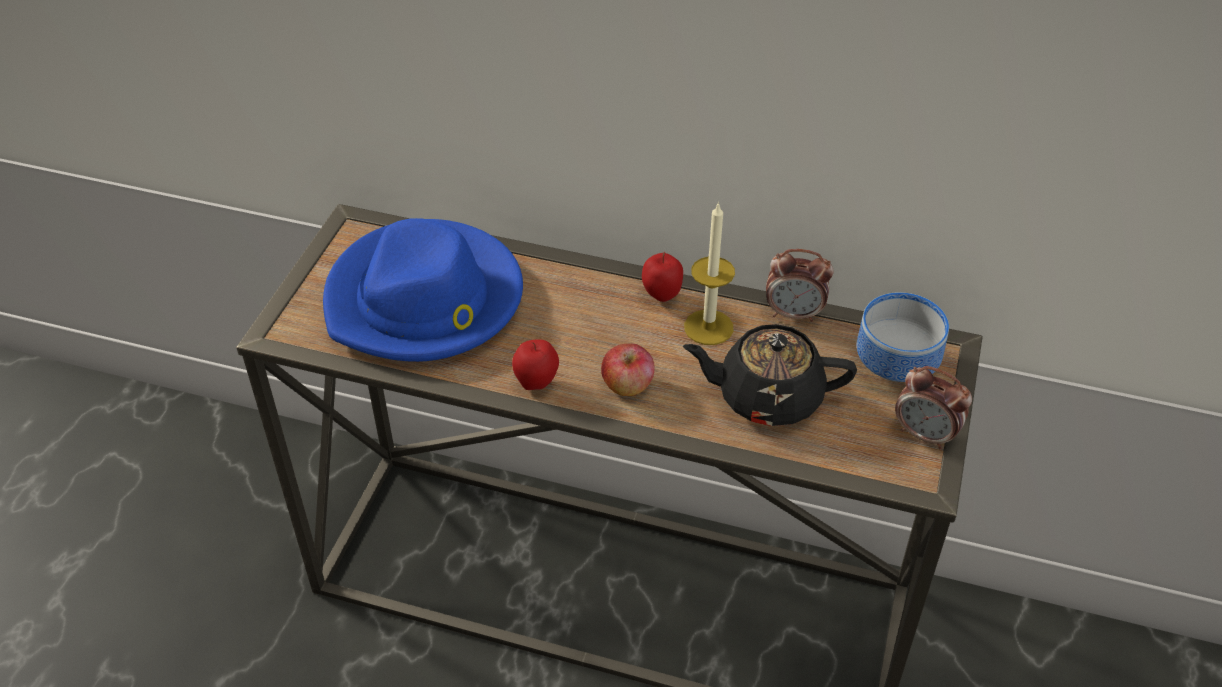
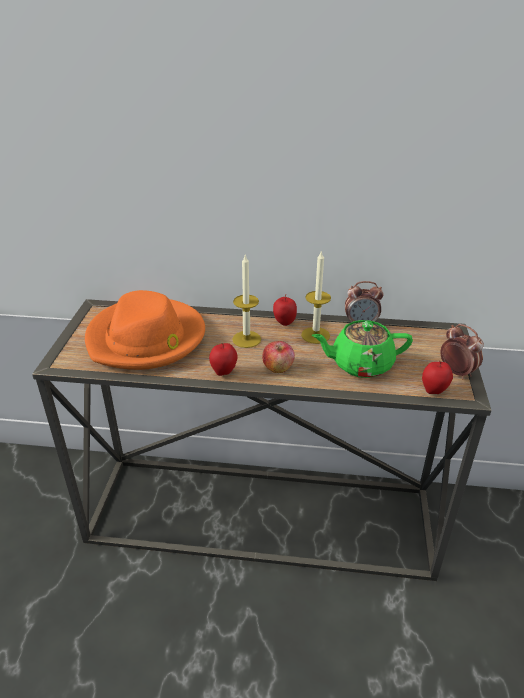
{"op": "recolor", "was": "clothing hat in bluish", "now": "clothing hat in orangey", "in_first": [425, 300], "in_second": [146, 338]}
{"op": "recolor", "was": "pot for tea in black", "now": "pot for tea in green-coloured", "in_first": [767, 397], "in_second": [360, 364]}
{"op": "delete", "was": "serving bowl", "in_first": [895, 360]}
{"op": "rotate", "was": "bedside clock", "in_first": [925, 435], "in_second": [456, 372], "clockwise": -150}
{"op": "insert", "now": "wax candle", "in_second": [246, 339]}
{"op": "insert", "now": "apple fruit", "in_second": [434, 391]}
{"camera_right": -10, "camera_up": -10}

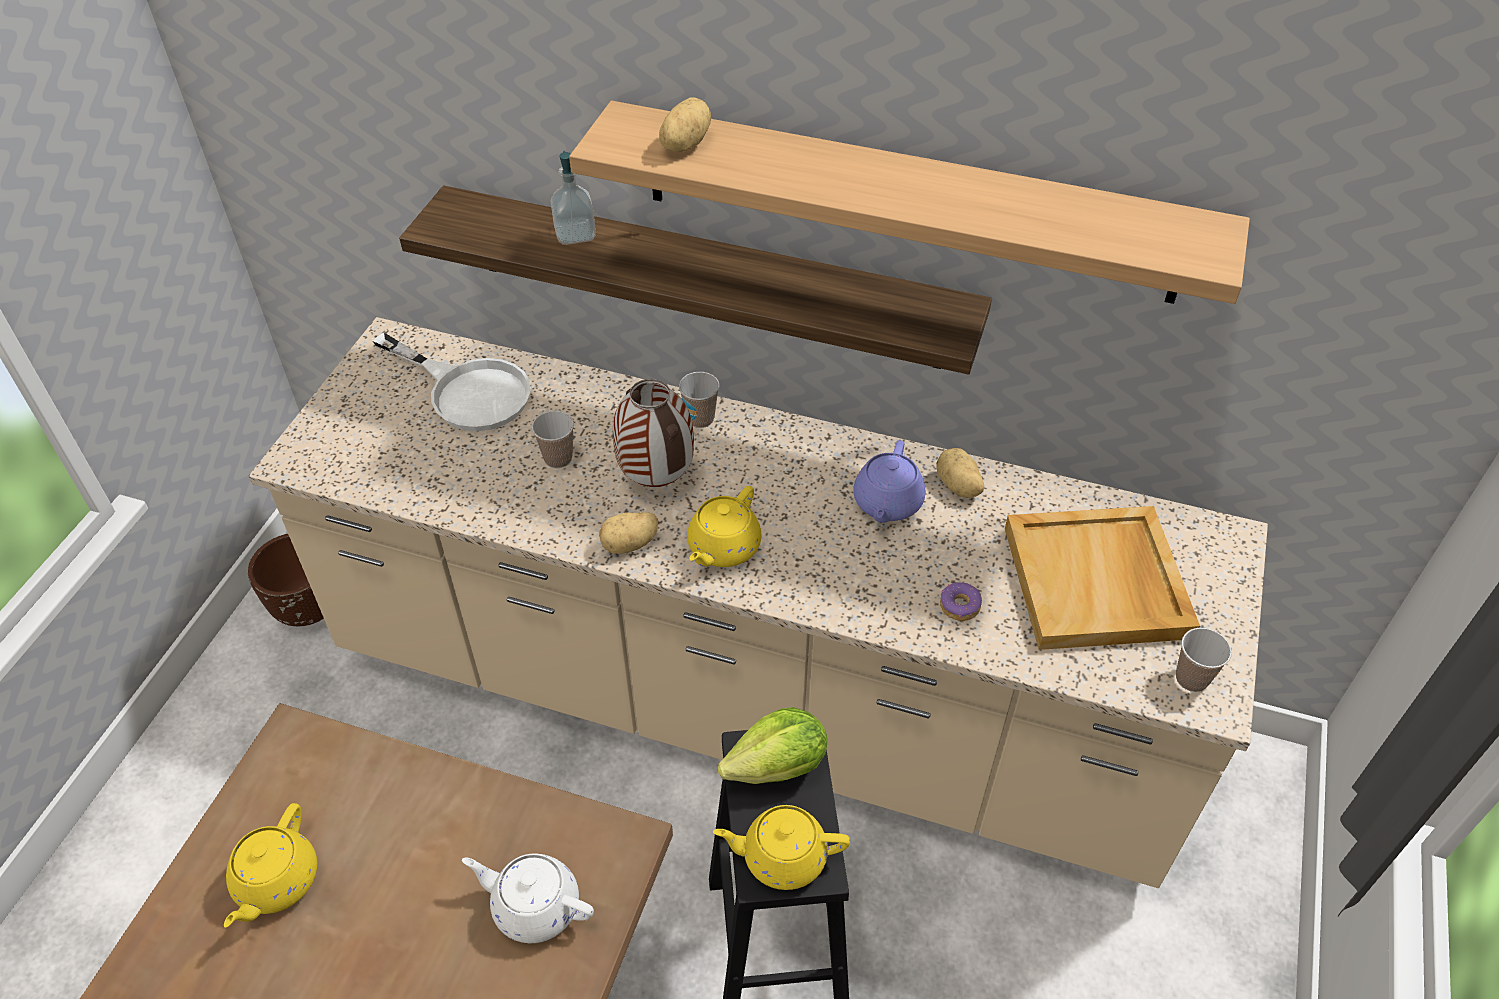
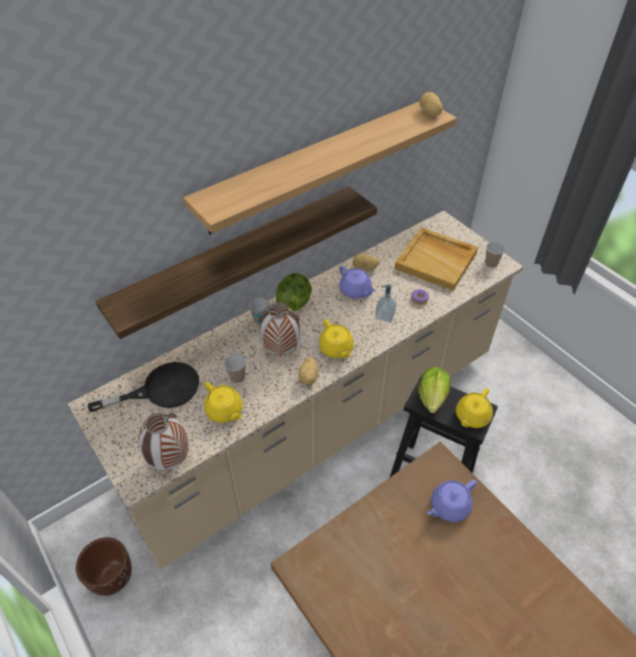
{"op": "move", "was": "pot for tea in yellowish", "in_first": [276, 882], "in_second": [225, 411]}
{"op": "recolor", "was": "frying pan in white-coloured", "now": "frying pan in black", "in_first": [468, 391], "in_second": [161, 390]}
{"op": "recolor", "was": "pot for tea in white-coloured", "now": "pot for tea in purplish", "in_first": [534, 906], "in_second": [449, 506]}
{"op": "move", "was": "liquid soap bottle", "in_first": [575, 234], "in_second": [385, 316]}
{"op": "move", "was": "whole potato", "in_first": [683, 144], "in_second": [429, 113]}
{"op": "insert", "now": "decorative vase", "in_second": [170, 461]}
{"op": "insert", "now": "head of lettuce", "in_second": [294, 302]}
{"camera_right": -55, "camera_up": 0}

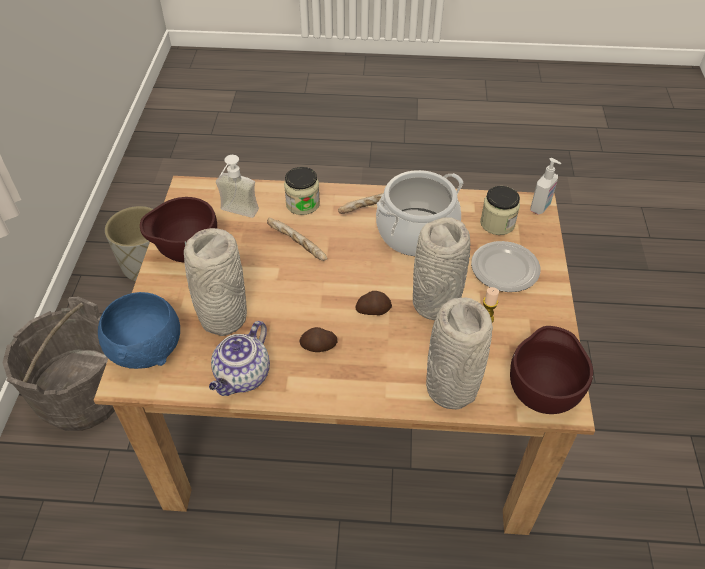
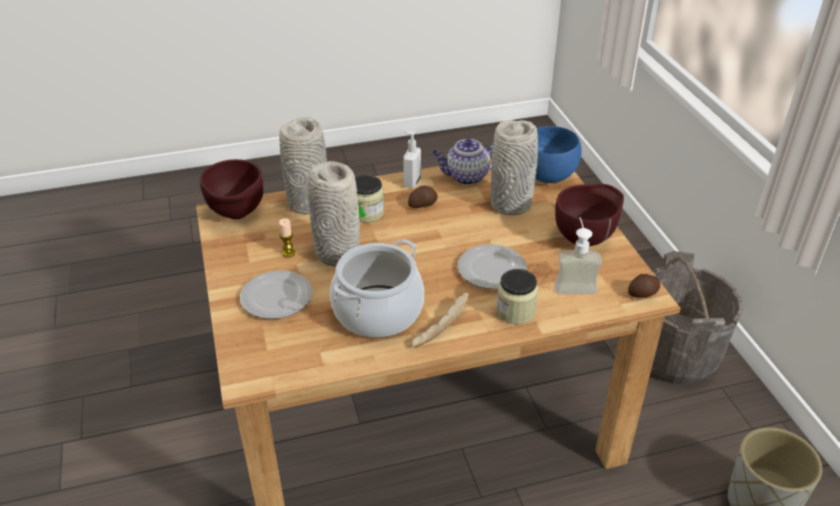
{"op": "rotate", "was": "pot for tea", "in_first": [243, 377], "in_second": [466, 177], "clockwise": -105}
{"op": "replace", "was": "bread", "now": "plate", "in_first": [296, 245], "in_second": [492, 270]}
{"op": "move", "was": "whole potato", "in_first": [373, 309], "in_second": [643, 294]}
{"op": "move", "was": "storage jar", "in_first": [497, 223], "in_second": [367, 213]}
{"op": "move", "was": "liquid soap bottle", "in_first": [540, 207], "in_second": [411, 182]}
{"camera_right": 160, "camera_up": -10}

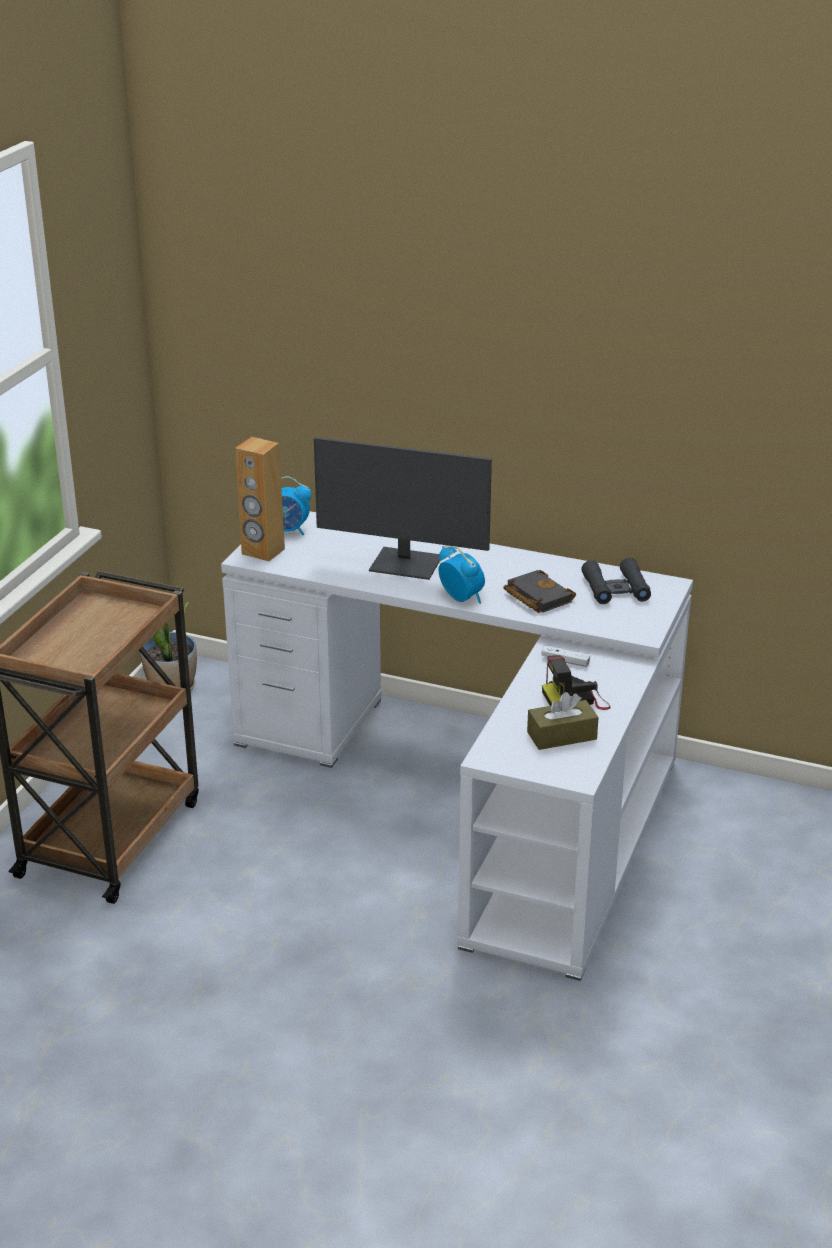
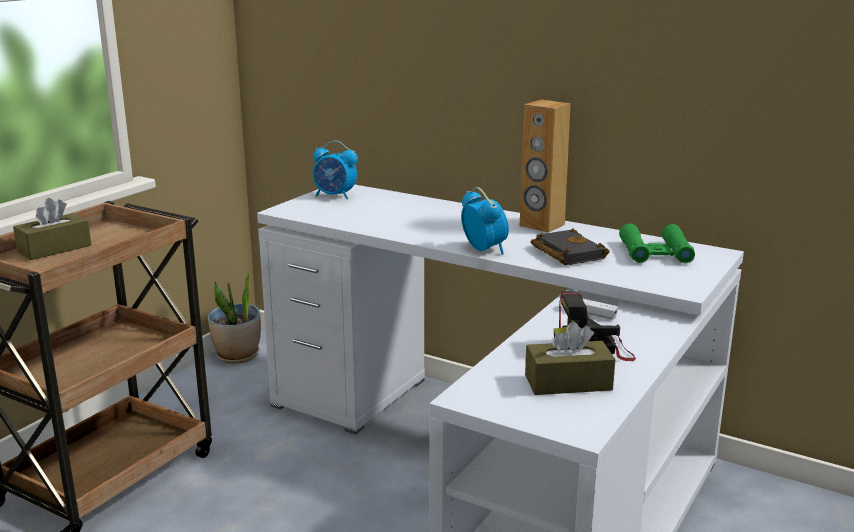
{"op": "move", "was": "audio speaker in brownish", "in_first": [262, 551], "in_second": [541, 225]}
{"op": "delete", "was": "computer screen", "in_first": [405, 565]}
{"op": "recolor", "was": "binoculars in black", "now": "binoculars in green-coloured", "in_first": [615, 589], "in_second": [655, 252]}
{"op": "insert", "now": "tissue box in brownish", "in_second": [54, 248]}
{"camera_right": 10, "camera_up": -10}

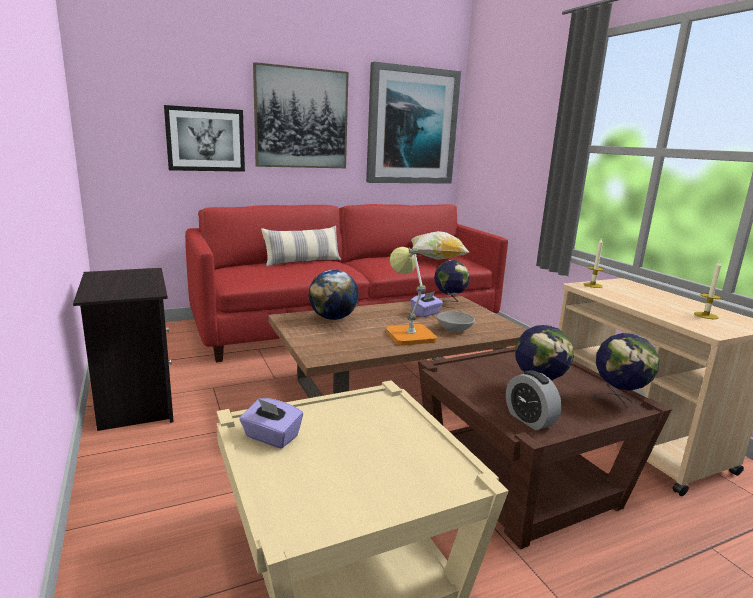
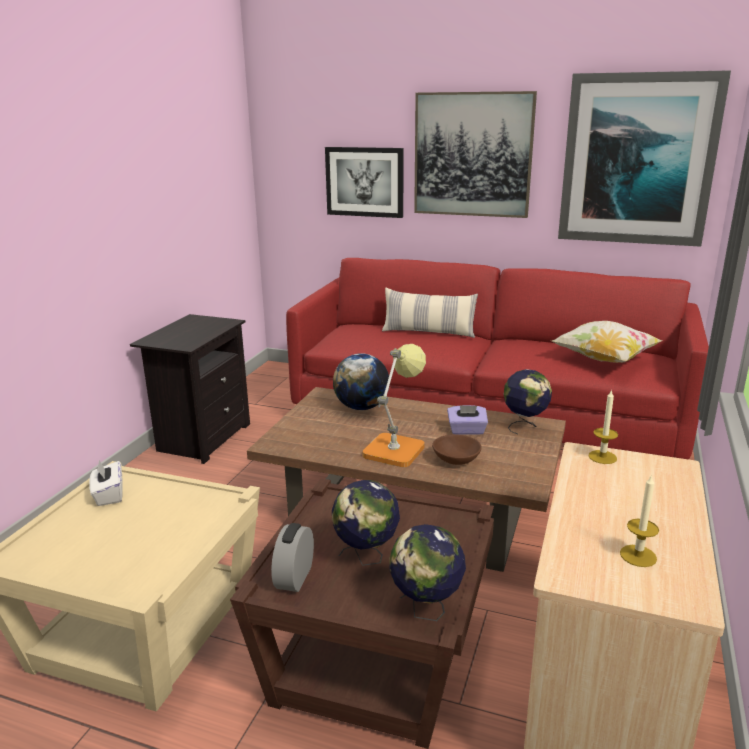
{"op": "recolor", "was": "tissue box in purplish", "now": "tissue box in white-coloured", "in_first": [271, 437], "in_second": [109, 495]}
{"op": "recolor", "was": "serving bowl in greyish", "now": "serving bowl in brownish", "in_first": [454, 329], "in_second": [456, 460]}
{"camera_right": 45, "camera_up": 5}

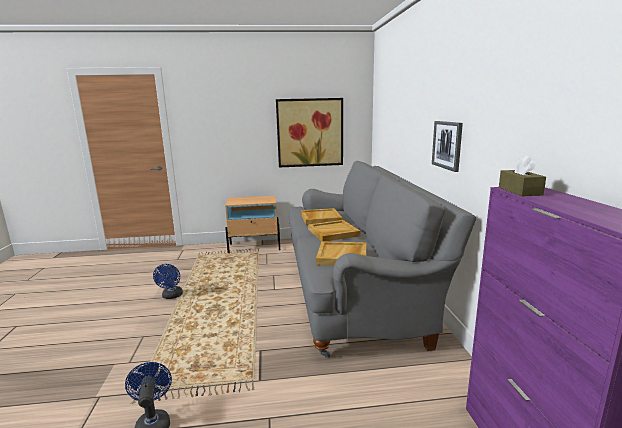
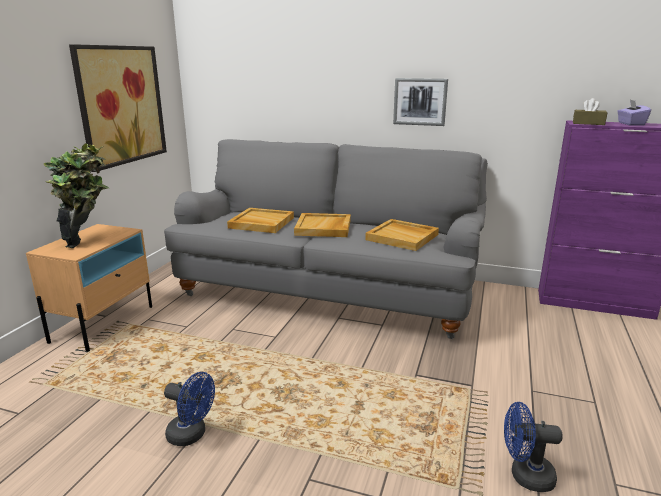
{"op": "insert", "now": "houseplant", "in_second": [87, 241]}
{"op": "insert", "now": "tissue box in purplish", "in_second": [630, 124]}
{"camera_right": -65, "camera_up": 5}

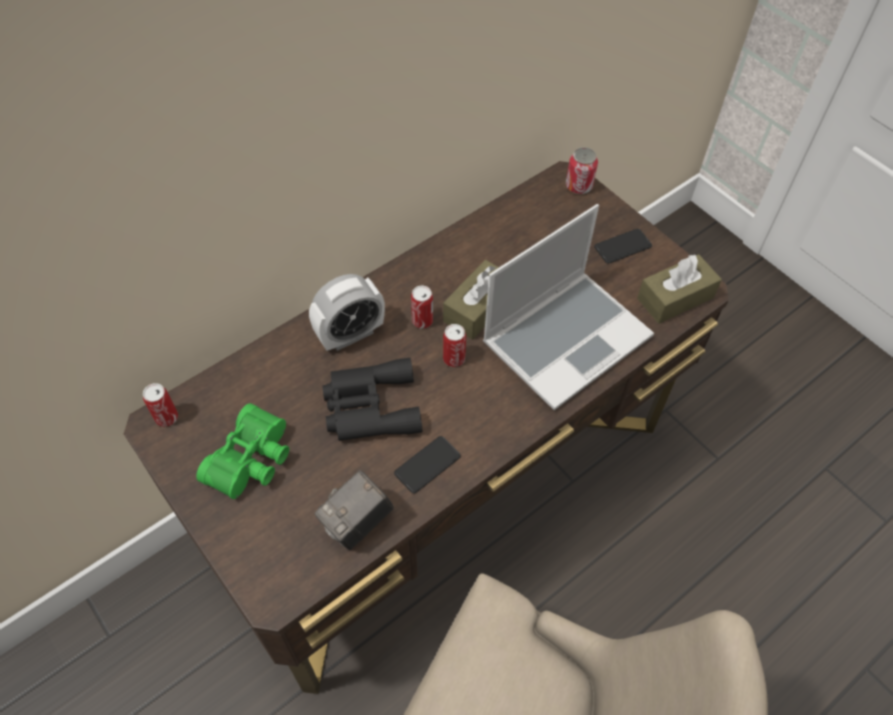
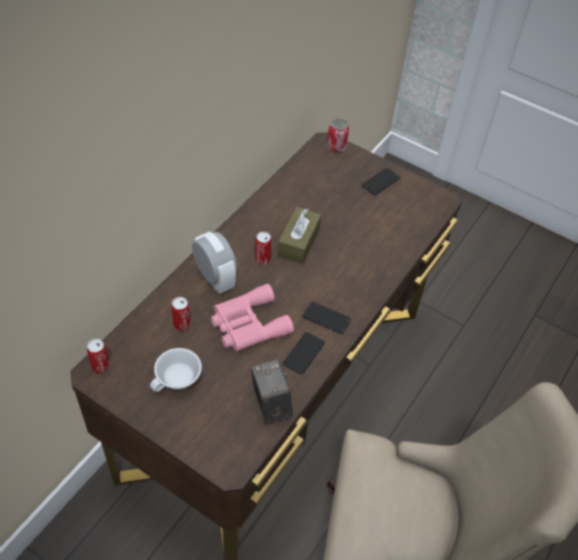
{"op": "replace", "was": "binoculars in green-coloured", "now": "drinking cup in white-coloured", "in_first": [253, 460], "in_second": [178, 380]}
{"op": "rotate", "was": "bedside clock", "in_first": [350, 334], "in_second": [215, 279], "clockwise": -75}
{"op": "rotate", "was": "still camera", "in_first": [357, 524], "in_second": [271, 403], "clockwise": 135}
{"op": "recolor", "was": "binoculars in black", "now": "binoculars in pinkish", "in_first": [369, 406], "in_second": [247, 324]}
{"op": "move", "was": "can", "in_first": [454, 359], "in_second": [182, 324]}
{"op": "delete", "was": "portable computer", "in_first": [566, 338]}
{"op": "delete", "was": "tissue box in brownish", "in_first": [675, 298]}
{"op": "insert", "now": "handset", "in_second": [326, 318]}
{"camera_right": -20, "camera_up": -5}

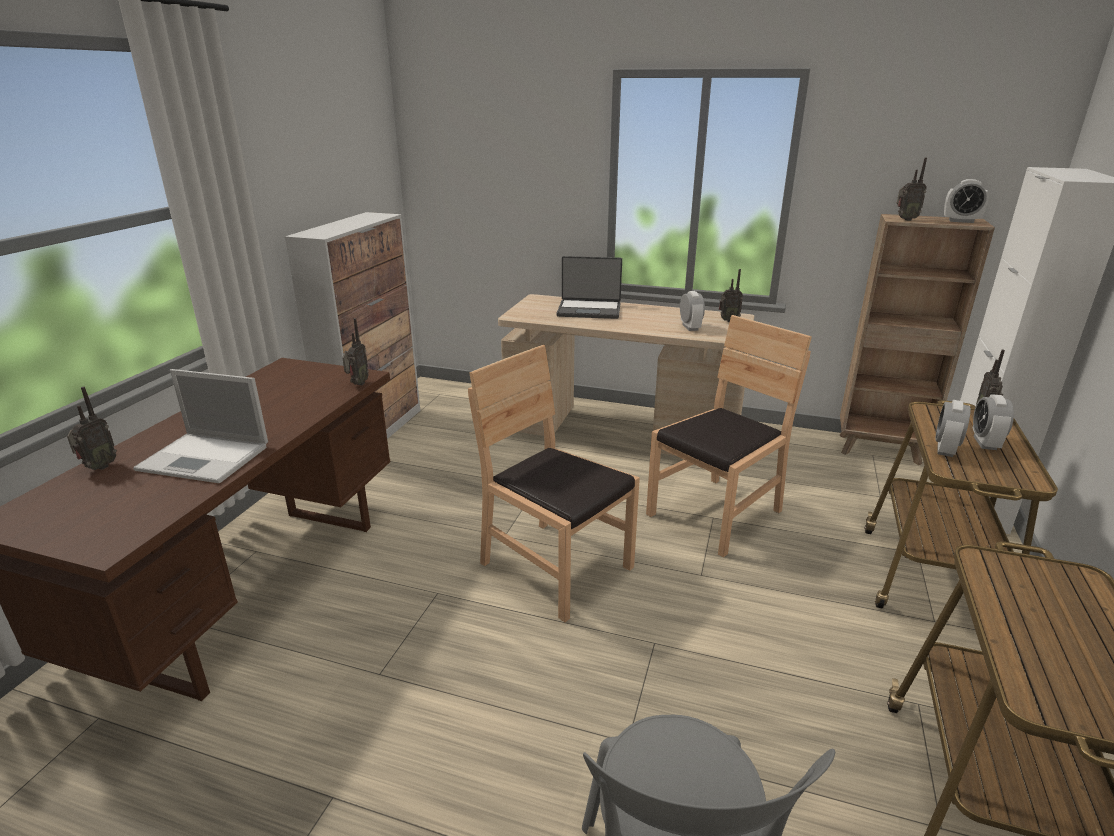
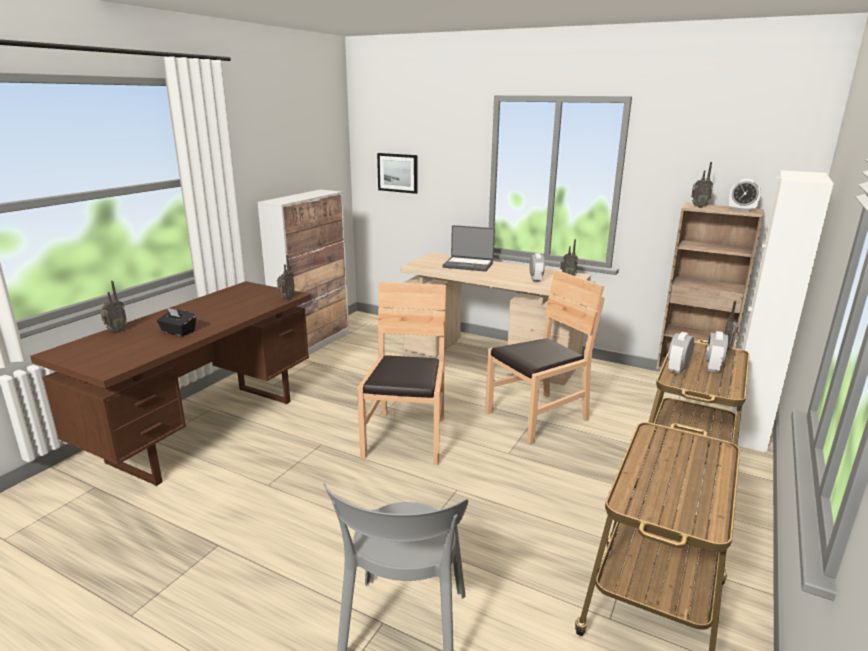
{"op": "replace", "was": "portable computer", "now": "tissue box in black", "in_first": [206, 458], "in_second": [178, 332]}
{"op": "rotate", "was": "plain chair in brownish", "in_first": [555, 567], "in_second": [406, 437], "clockwise": 45}
{"op": "insert", "now": "wall picture", "in_second": [398, 173]}
{"camera_right": 10, "camera_up": -5}

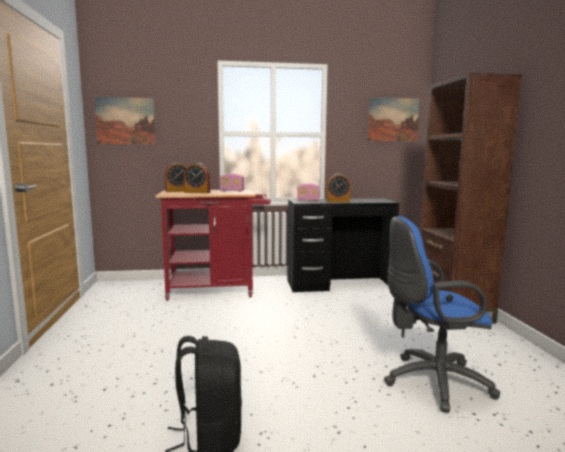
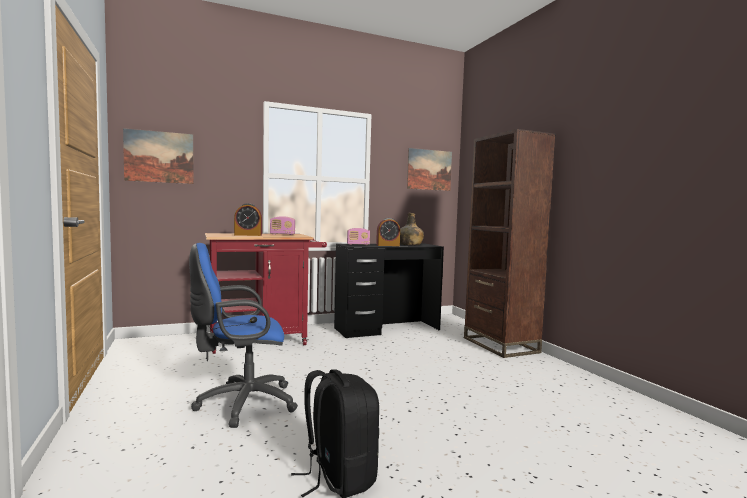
{"op": "delete", "was": "bedside clock", "in_first": [177, 191]}
{"op": "move", "was": "computer chair in bluish", "in_first": [431, 382], "in_second": [241, 404]}
{"op": "insert", "now": "bottle in green-coloured", "in_second": [409, 245]}
{"camera_right": -15, "camera_up": -5}

